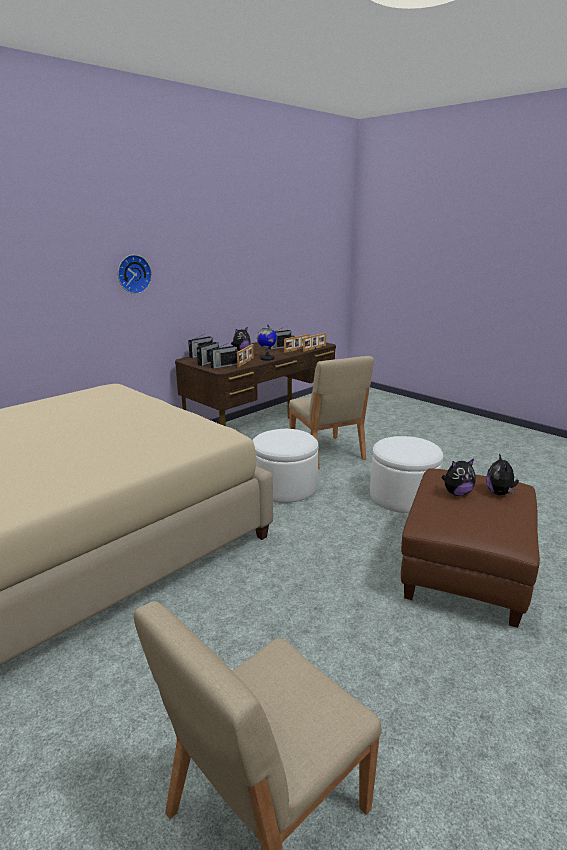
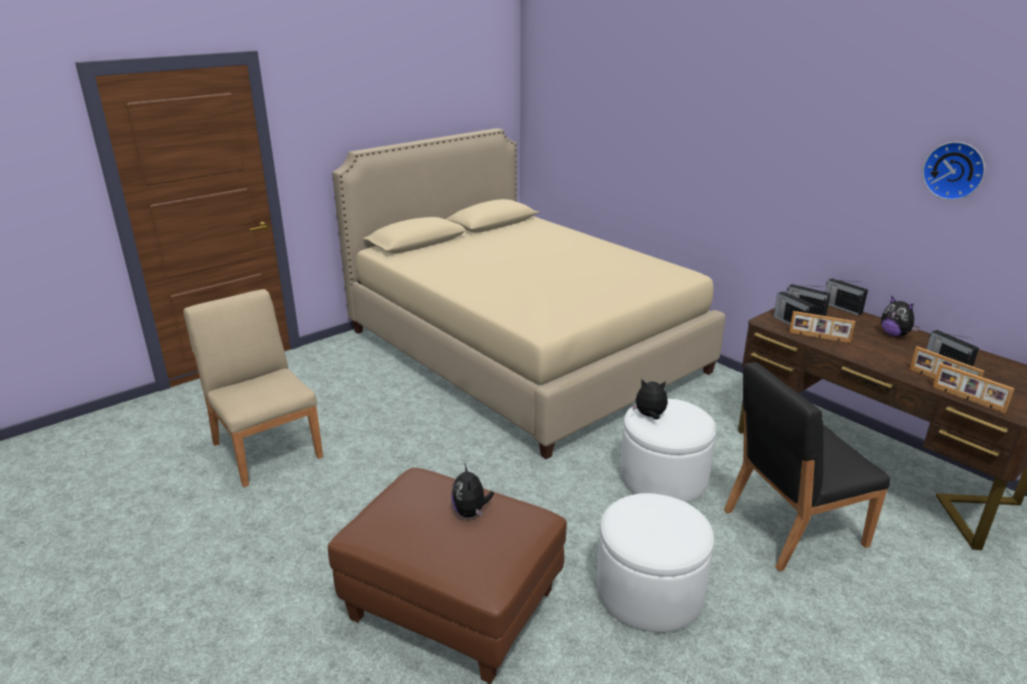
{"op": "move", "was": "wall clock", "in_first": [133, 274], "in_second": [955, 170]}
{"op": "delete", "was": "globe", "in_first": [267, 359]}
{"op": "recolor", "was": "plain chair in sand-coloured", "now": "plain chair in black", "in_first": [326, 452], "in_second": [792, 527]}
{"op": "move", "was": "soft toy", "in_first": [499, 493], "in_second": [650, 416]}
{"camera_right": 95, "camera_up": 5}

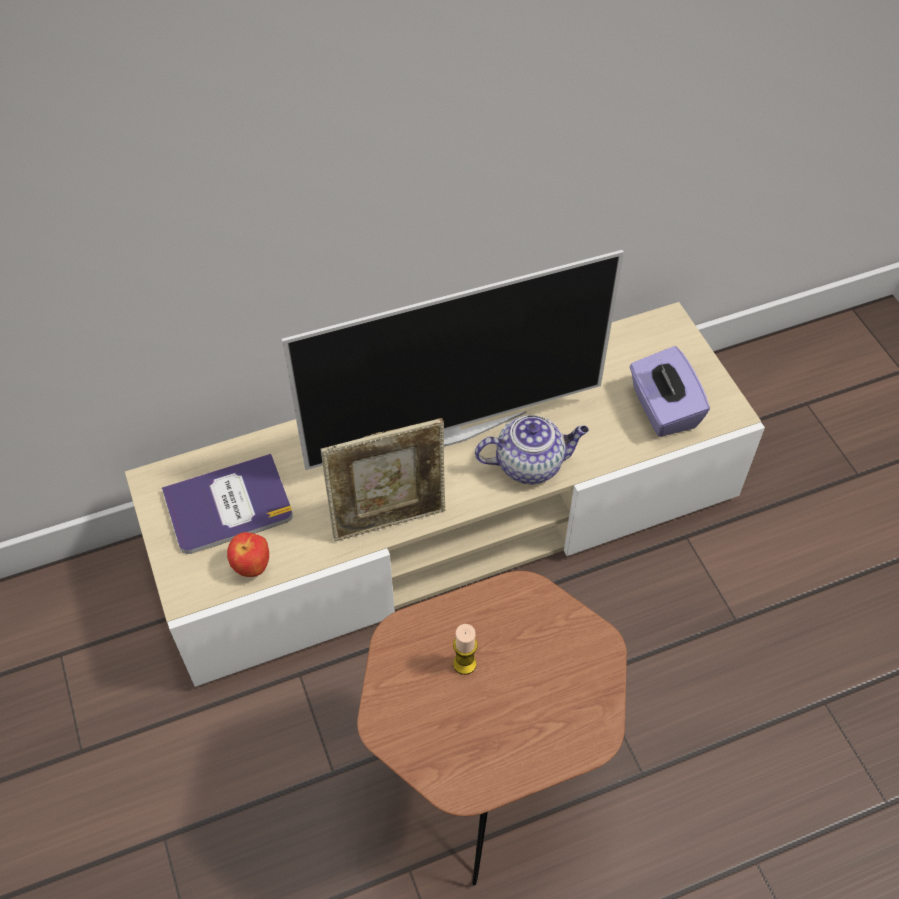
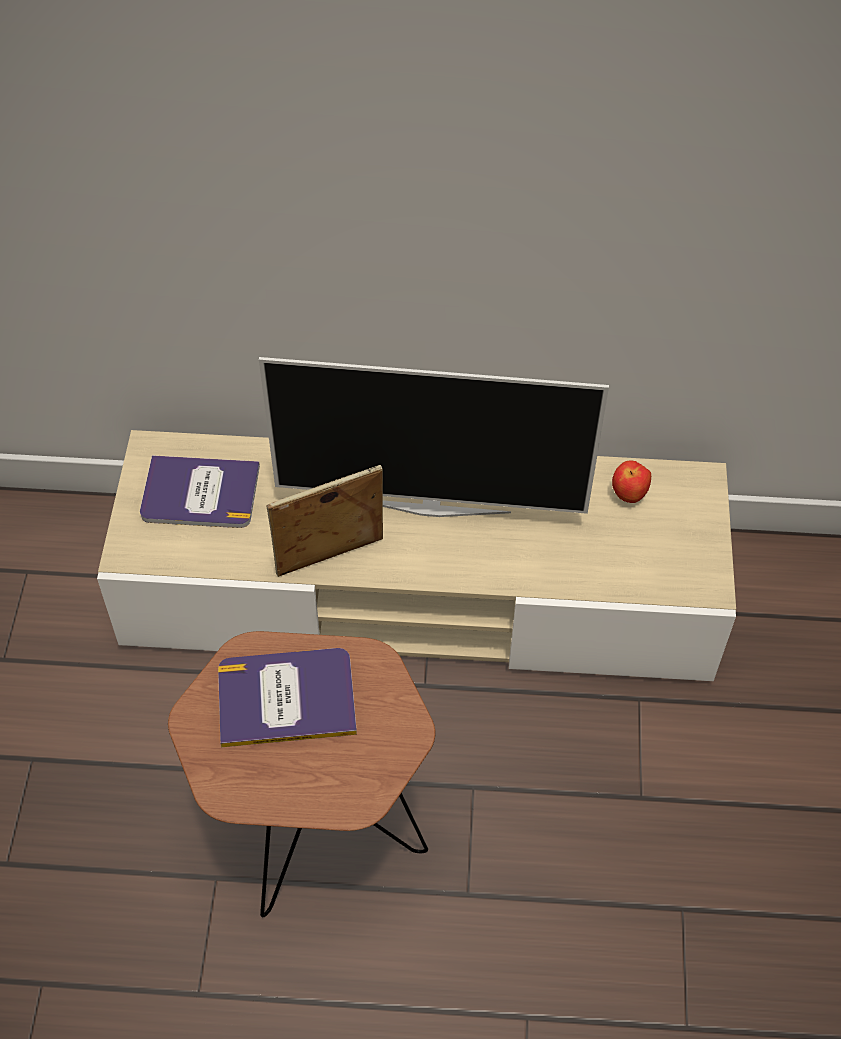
{"op": "move", "was": "apple fruit", "in_first": [252, 567], "in_second": [629, 495]}
{"op": "rotate", "was": "photo frame", "in_first": [389, 520], "in_second": [330, 561], "clockwise": 150}
{"op": "replace", "was": "wax candle", "now": "book", "in_first": [464, 664], "in_second": [286, 698]}
{"op": "delete", "was": "pot for tea", "in_first": [530, 464]}
{"op": "delete", "was": "tissue box in purplish", "in_first": [662, 409]}
{"camera_right": 25, "camera_up": 0}

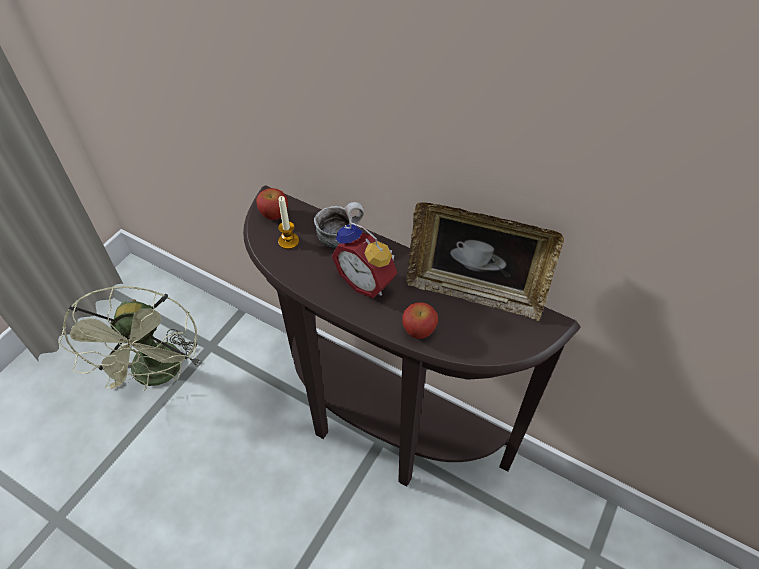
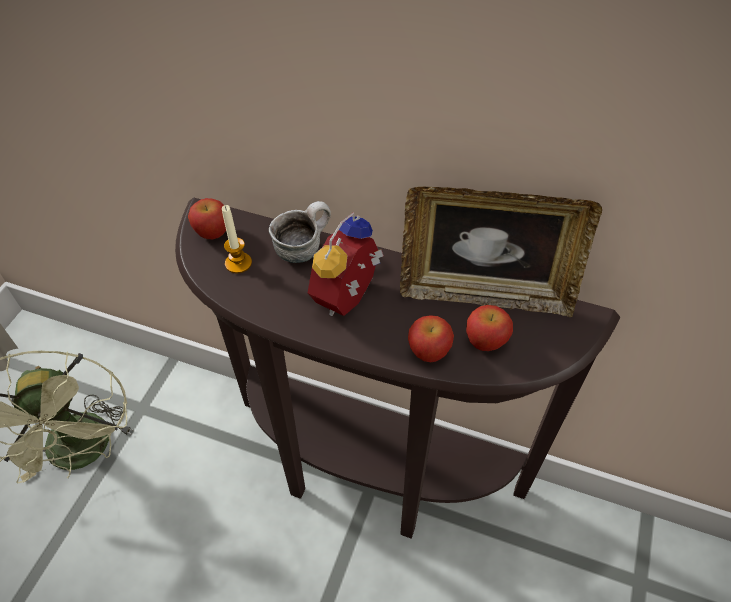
{"op": "rotate", "was": "bedside clock", "in_first": [368, 281], "in_second": [350, 299], "clockwise": 90}
{"op": "insert", "now": "apple fruit", "in_second": [486, 341]}
{"camera_right": -10, "camera_up": 0}

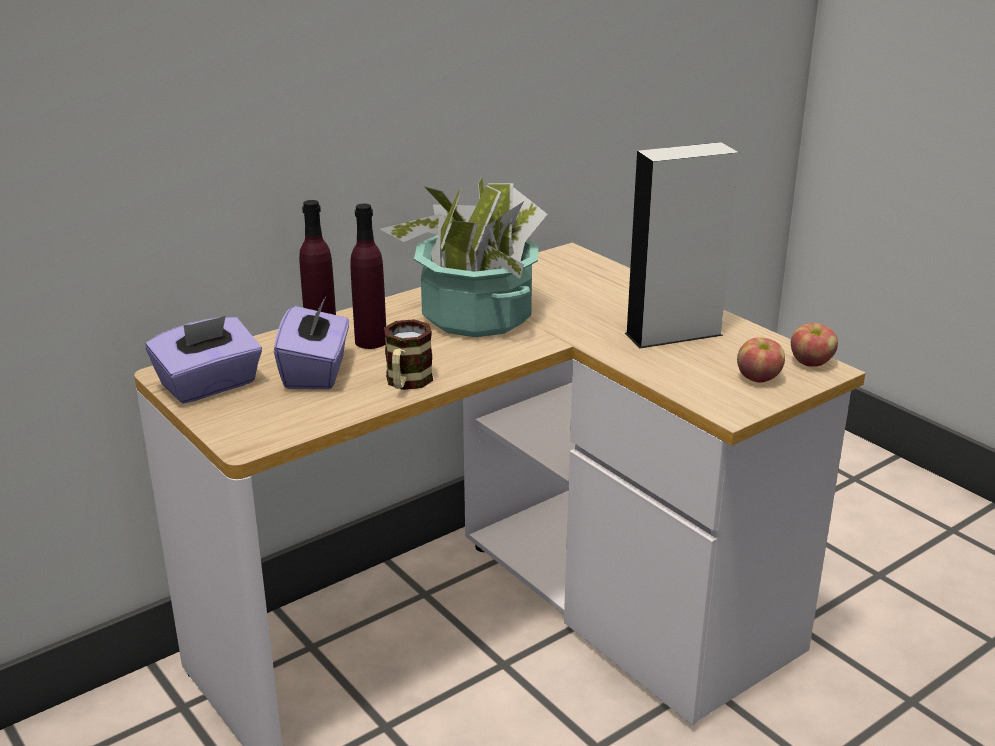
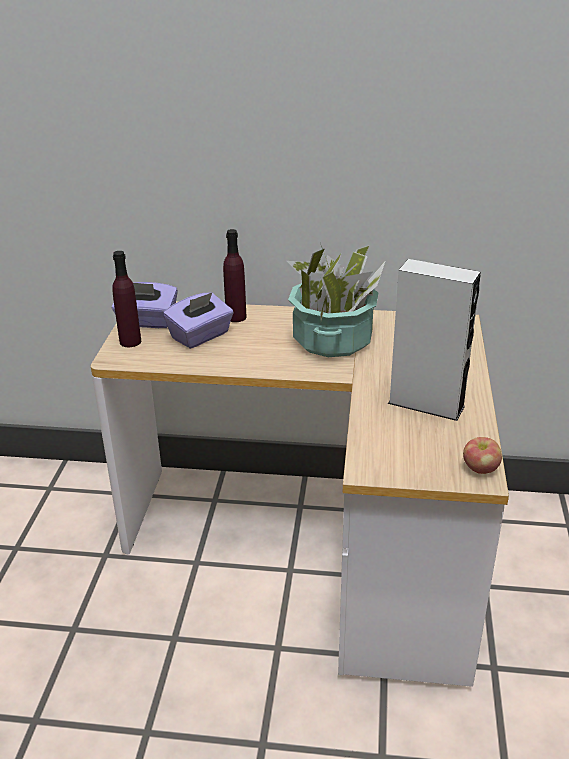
{"op": "move", "was": "bottle in purplish", "in_first": [371, 341], "in_second": [130, 342]}
{"op": "delete", "was": "mug", "in_first": [406, 383]}
{"op": "delete", "was": "apple fruit", "in_first": [758, 378]}
{"camera_right": 45, "camera_up": 5}

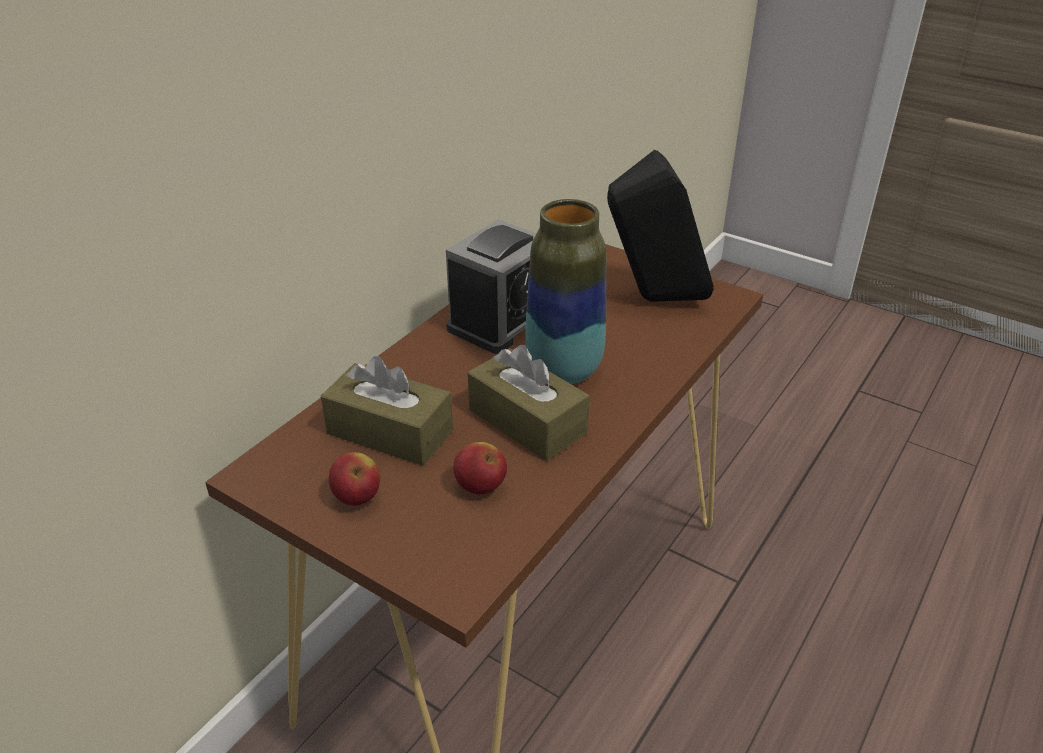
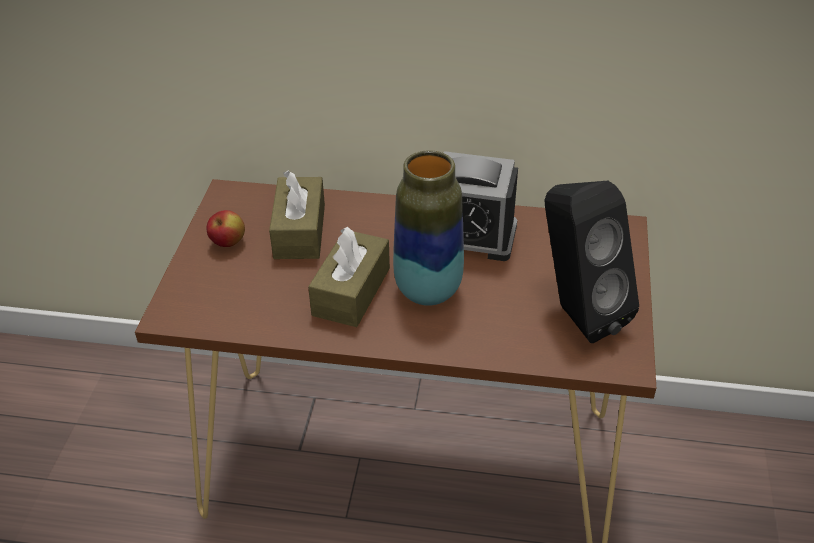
{"op": "delete", "was": "apple fruit", "in_first": [480, 487]}
{"camera_right": 65, "camera_up": 5}

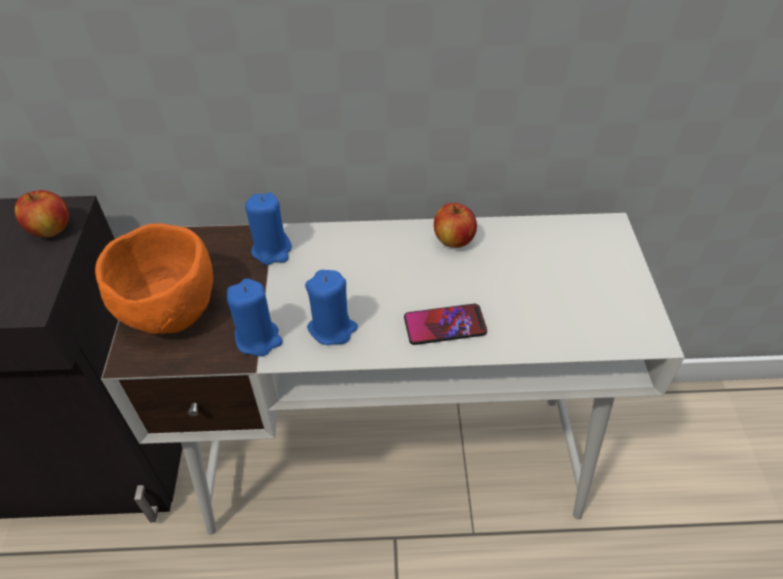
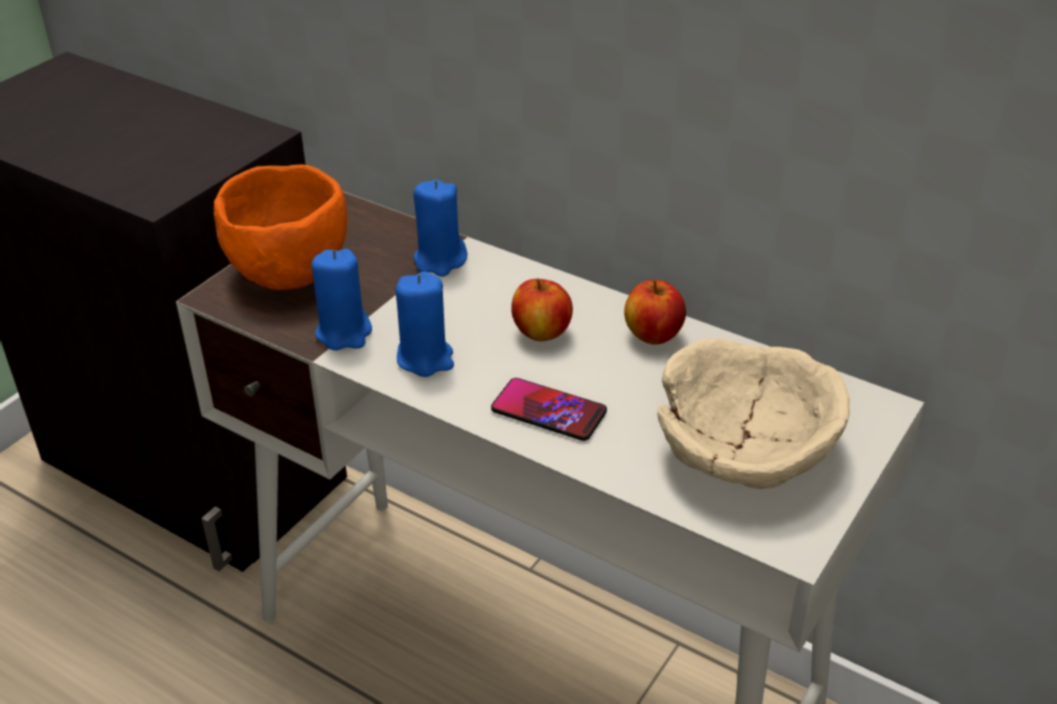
{"op": "move", "was": "apple fruit", "in_first": [51, 229], "in_second": [542, 332]}
{"op": "insert", "now": "serving bowl in sand-coloured", "in_second": [746, 446]}
{"camera_right": 35, "camera_up": -10}

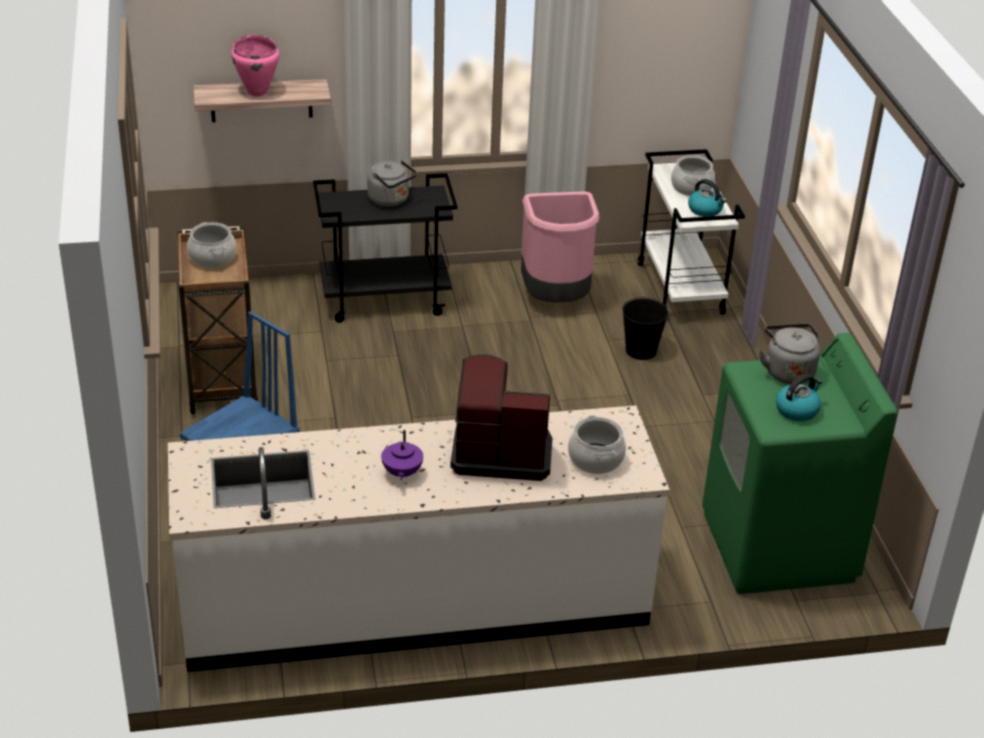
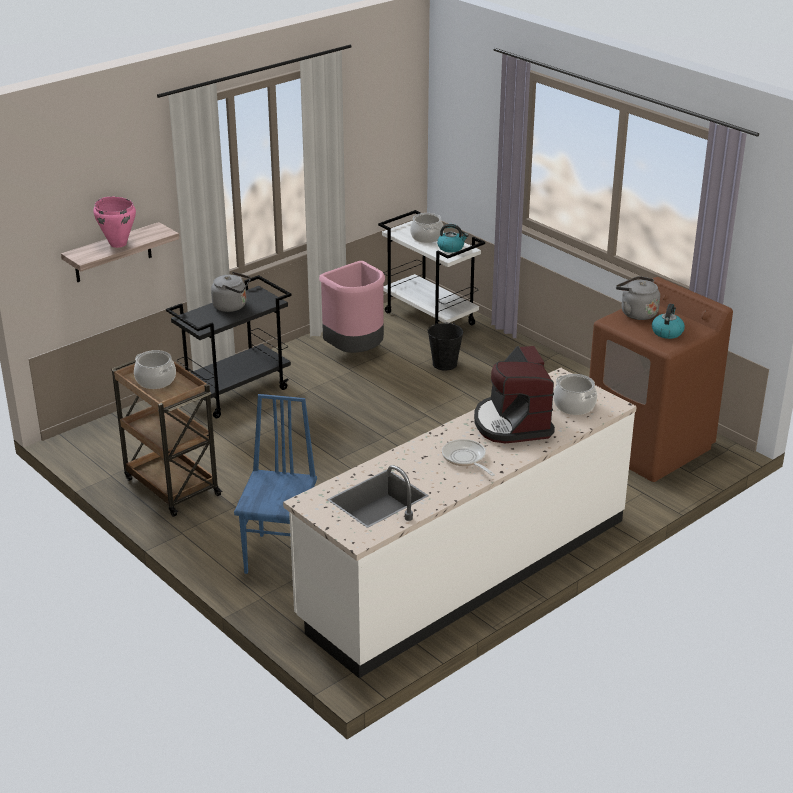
{"op": "replace", "was": "pot for tea in purplish", "now": "frying pan", "in_first": [401, 473], "in_second": [465, 459]}
{"op": "rotate", "was": "coffee machine", "in_first": [500, 452], "in_second": [512, 423], "clockwise": -75}
{"op": "recolor", "was": "laundry appliance in green-coloured", "now": "laundry appliance in brownish", "in_first": [778, 547], "in_second": [649, 447]}
{"camera_right": -30, "camera_up": -5}

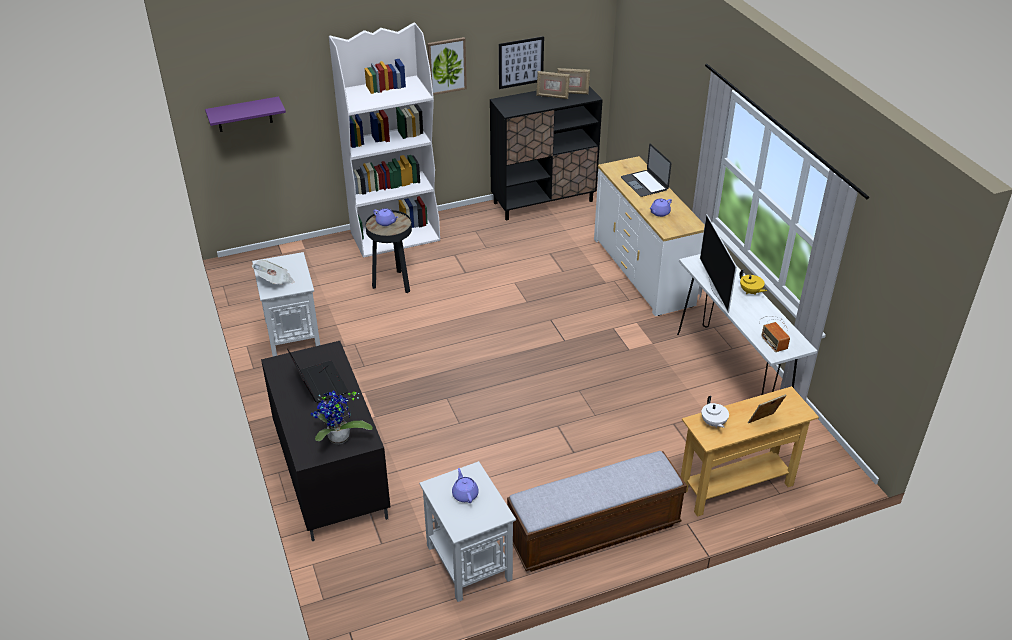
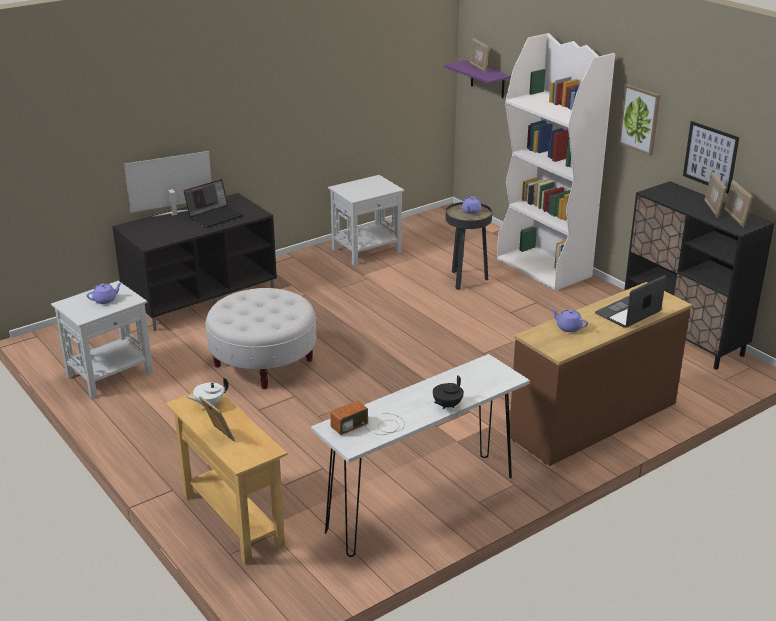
{"op": "delete", "was": "daily paper", "in_first": [275, 281]}
{"op": "delete", "was": "houseplant", "in_first": [338, 440]}
{"op": "delete", "was": "long seat", "in_first": [593, 532]}
{"op": "recolor", "was": "chest of drawers in white-coloured", "now": "chest of drawers in brownish", "in_first": [643, 271], "in_second": [594, 421]}
{"op": "move", "was": "television", "in_first": [716, 290], "in_second": [173, 213]}
{"op": "recolor", "was": "pot for tea in yellowish", "now": "pot for tea in black", "in_first": [750, 292], "in_second": [447, 405]}
{"op": "insert", "now": "footrest in white-coloured", "in_second": [263, 362]}
{"op": "insert", "now": "photo frame", "in_second": [478, 68]}
{"camera_right": 75, "camera_up": -10}

